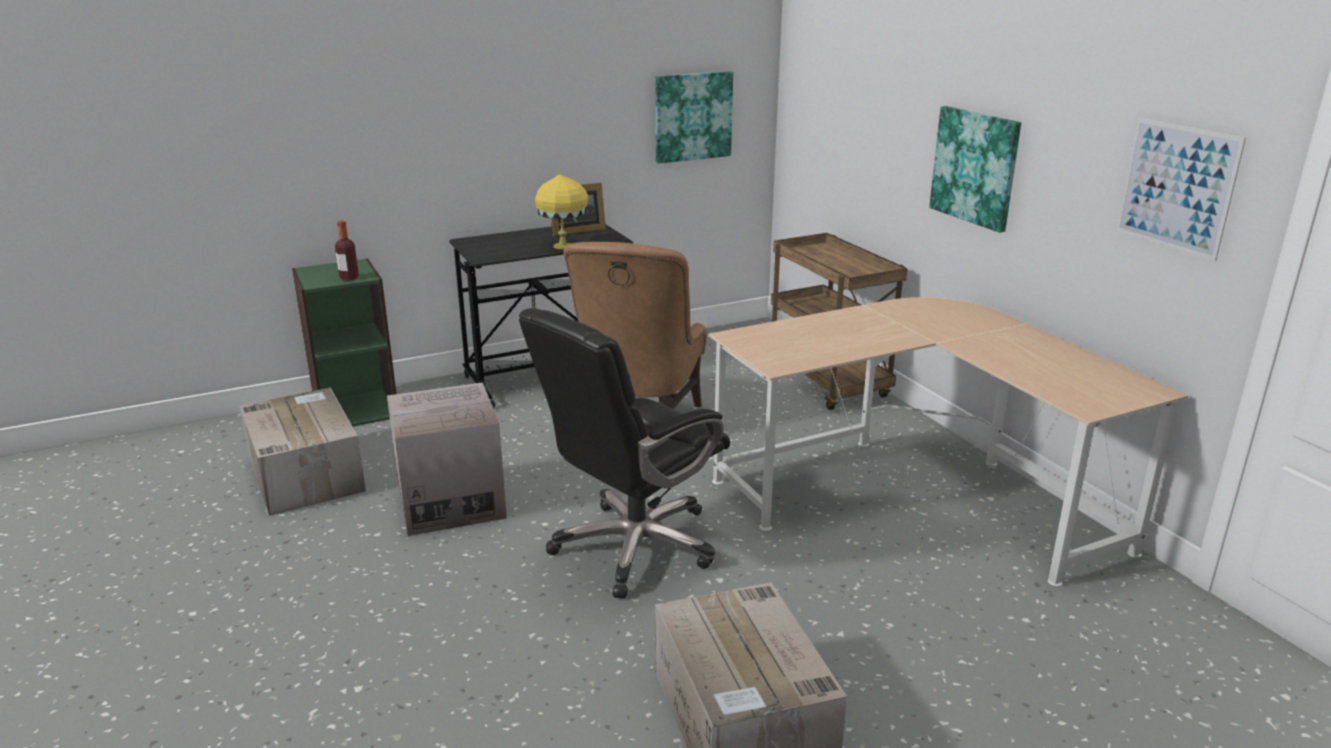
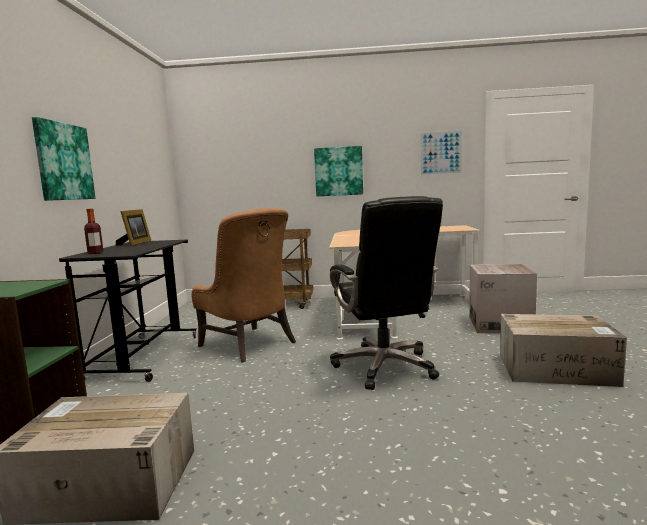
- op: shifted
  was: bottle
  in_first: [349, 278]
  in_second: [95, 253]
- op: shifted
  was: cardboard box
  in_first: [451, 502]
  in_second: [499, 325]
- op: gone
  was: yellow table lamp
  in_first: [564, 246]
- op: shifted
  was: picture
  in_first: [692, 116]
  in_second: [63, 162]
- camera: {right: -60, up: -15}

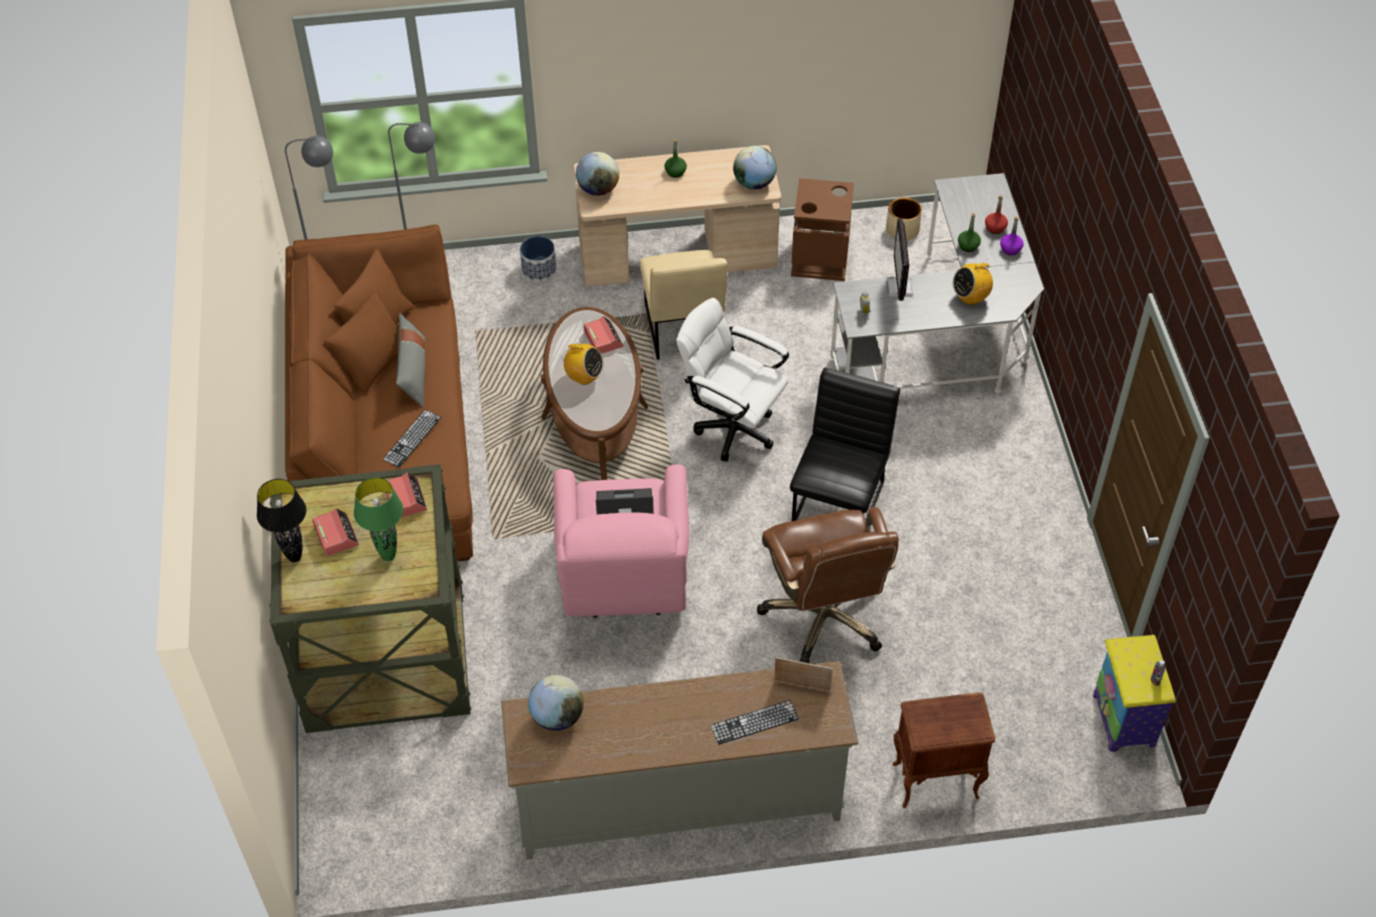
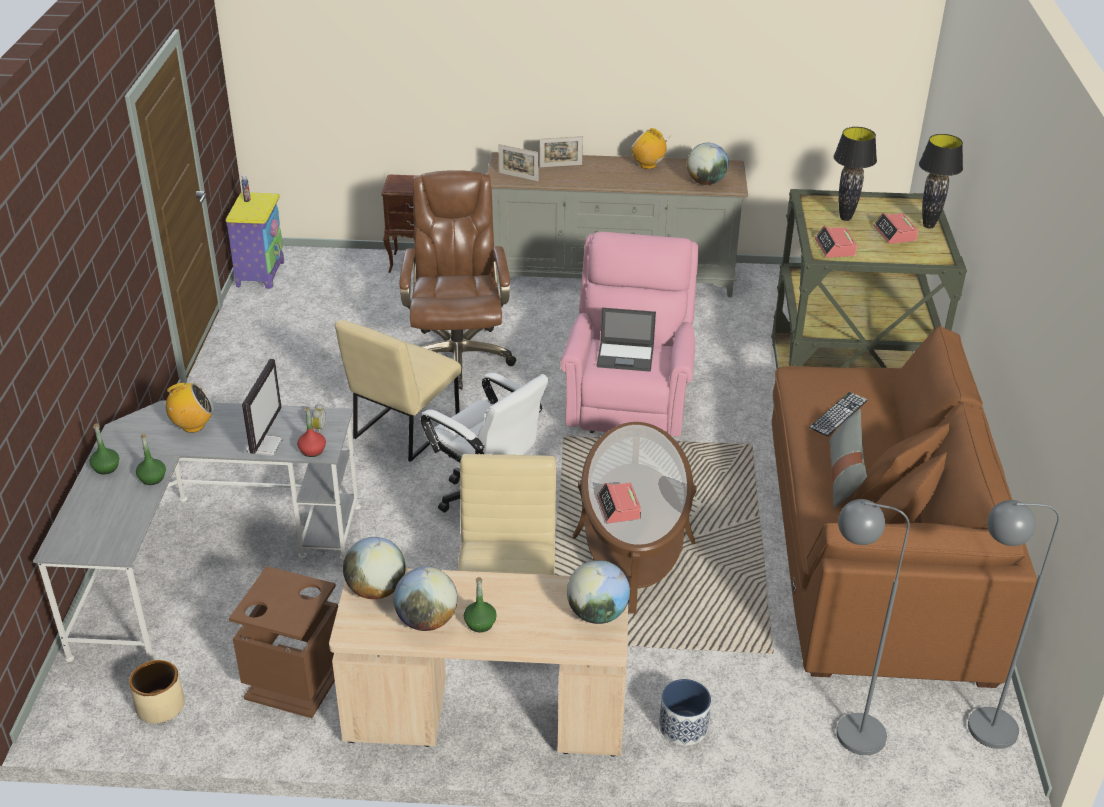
- op: repainted
  was: green table lamp
  now: black table lamp
  in_first: [389, 556]
  in_second: [845, 218]
- op: shifted
  was: radio
  in_first: [584, 377]
  in_second: [648, 165]
- op: swapped
  was: keyboard
  now: picture frame
  in_first: [754, 722]
  in_second: [560, 166]
- op: repainted
  was: black chair
  now: beige chair
  in_first: [839, 501]
  in_second: [404, 429]
- op: shifted
  was: red bottle
  in_first: [995, 228]
  in_second: [312, 450]
- op: repainted
  was: purple bottle
  now: green bottle
  in_first: [1010, 249]
  in_second: [106, 468]
- op: new
  now: globe
  in_second: [427, 620]
- camera: {right: -170, up: -15}

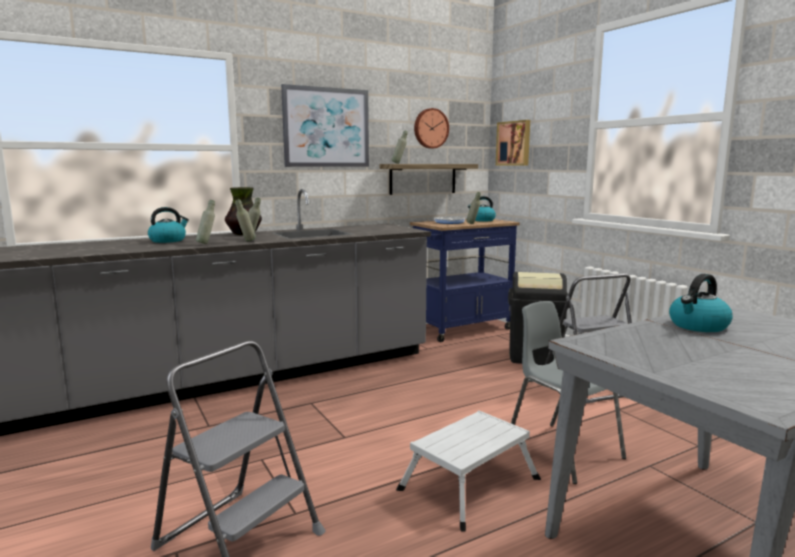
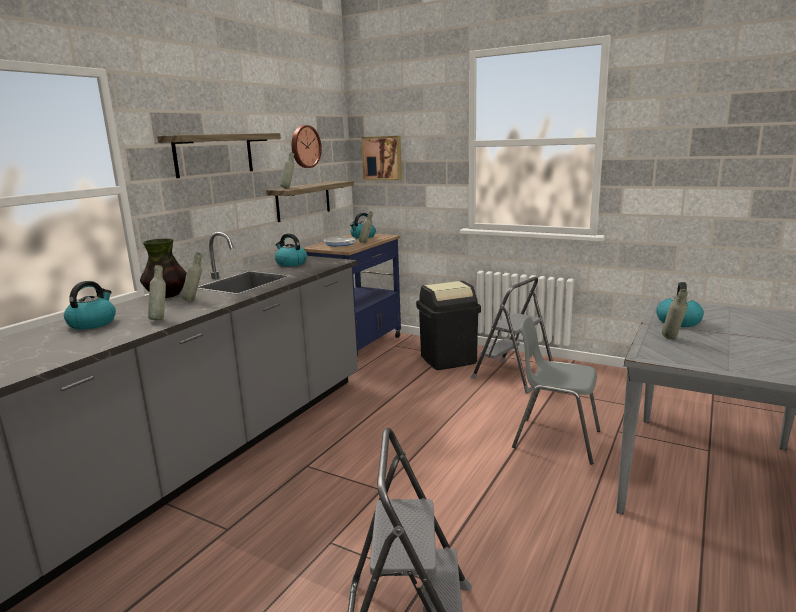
- op: shifted
  was: grey bottle
  in_first: [246, 241]
  in_second: [672, 339]
- op: swapped
  was: picture
  now: shelf
  in_first: [326, 127]
  in_second: [214, 154]
- op: gone
  was: white step ladder
  in_first: [470, 483]
- op: new
  now: kettle
  in_second: [291, 263]
- camera: {right: -30, up: 5}

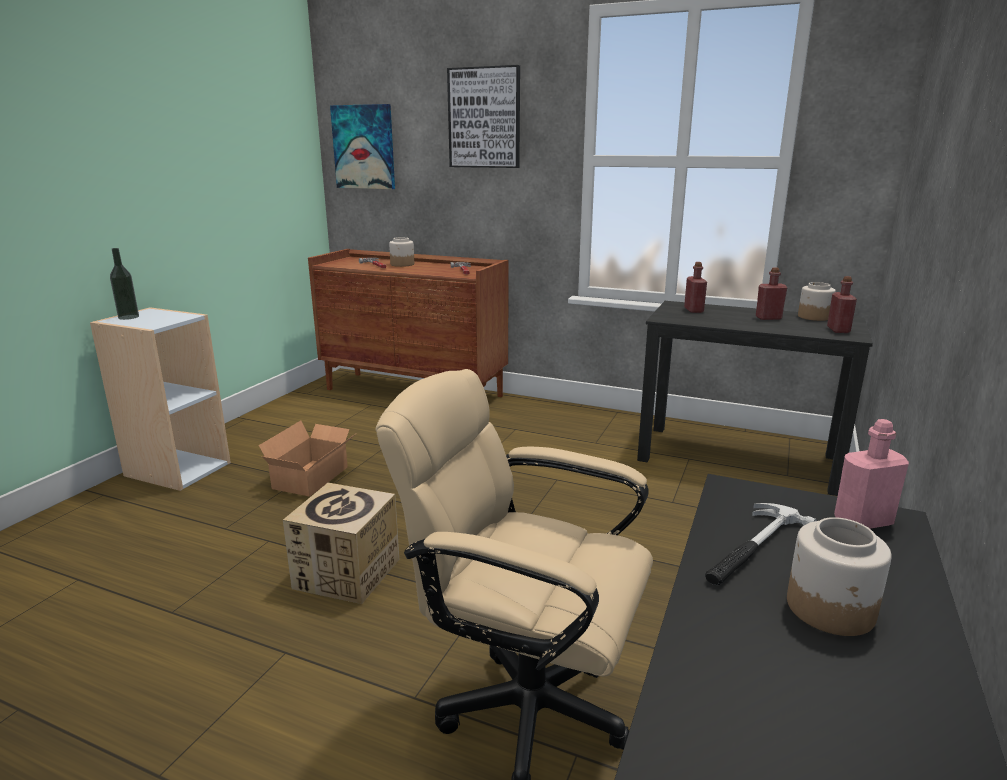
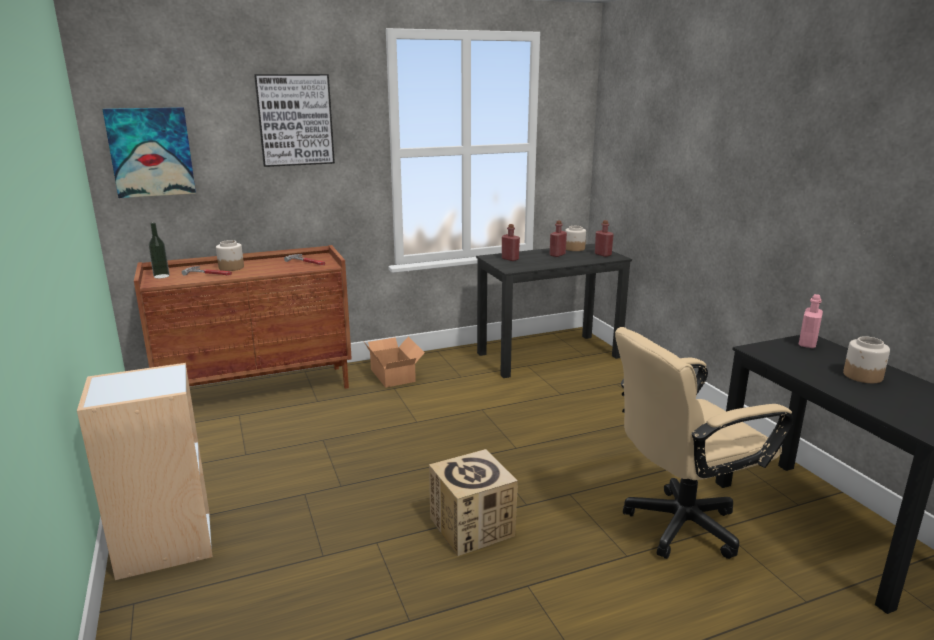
- op: shifted
  was: bottle
  in_first: [128, 317]
  in_second: [161, 276]
- op: shifted
  was: cardboard box
  in_first: [314, 477]
  in_second: [394, 374]
- op: gone
  was: hammer
  in_first: [752, 548]
- camera: {right: -45, up: 0}

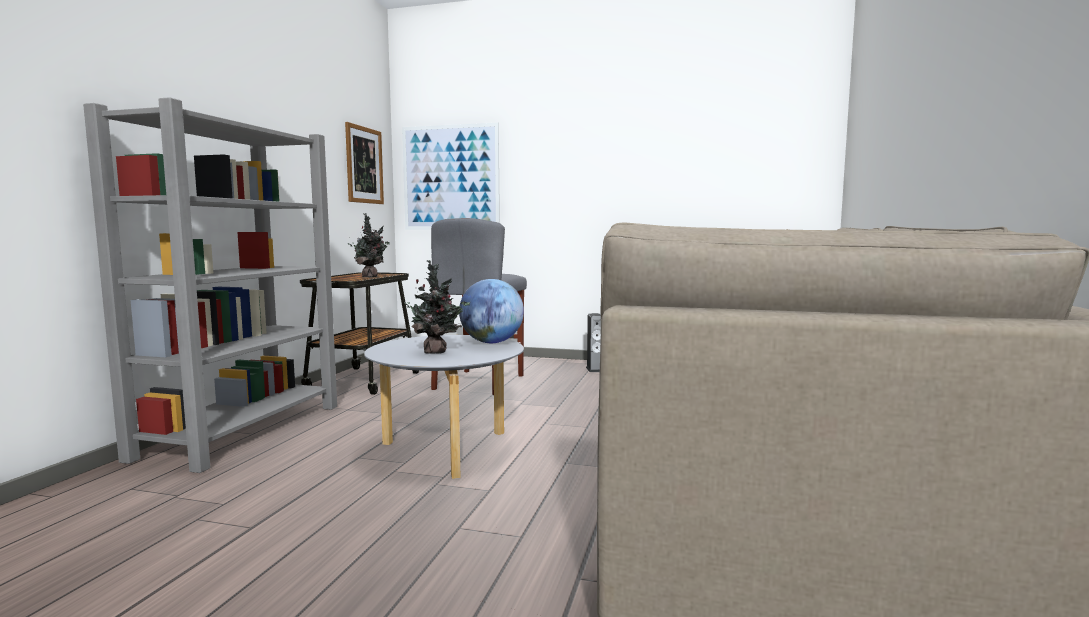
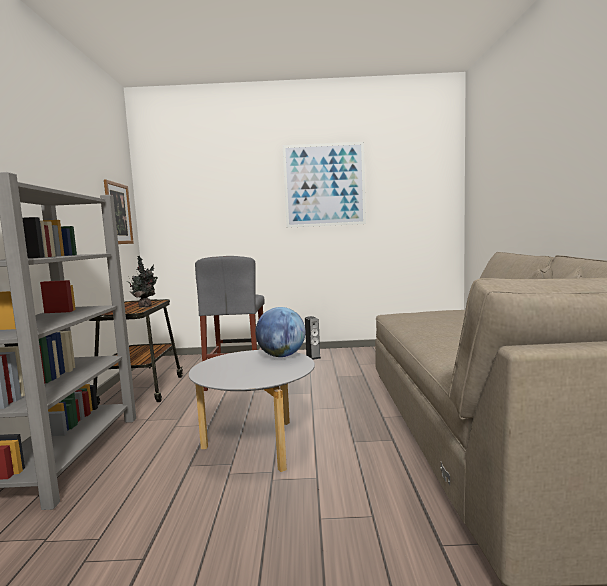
- op: gone
  was: potted plant
  in_first: [437, 352]
- op: shifted
  was: picture
  in_first: [450, 178]
  in_second: [324, 185]
- camera: {right: -15, up: 0}

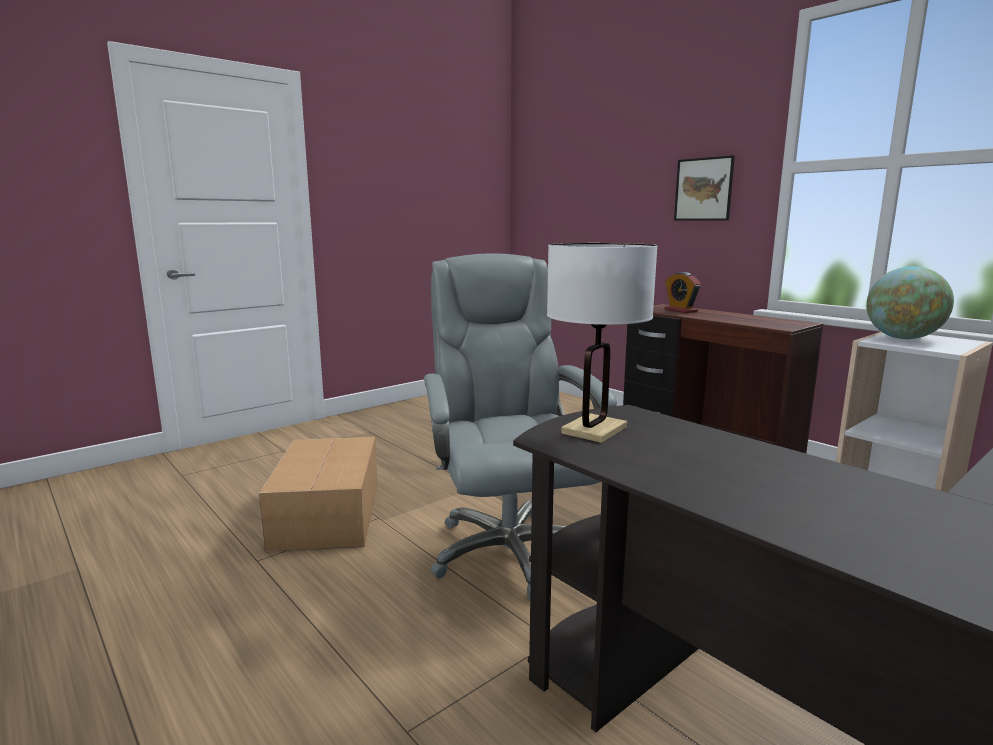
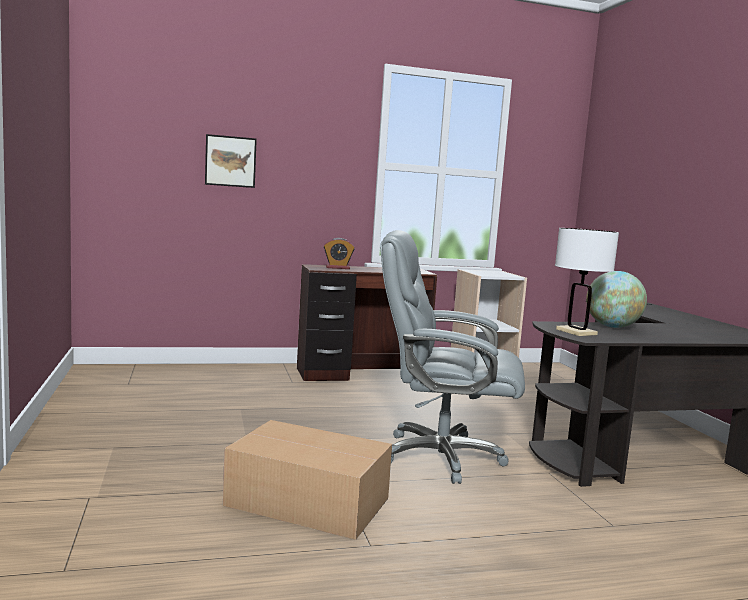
- op: shifted
  was: picture
  in_first: [703, 189]
  in_second: [230, 161]
- op: shifted
  was: globe
  in_first: [902, 338]
  in_second: [612, 327]
- camera: {right: -65, up: -5}

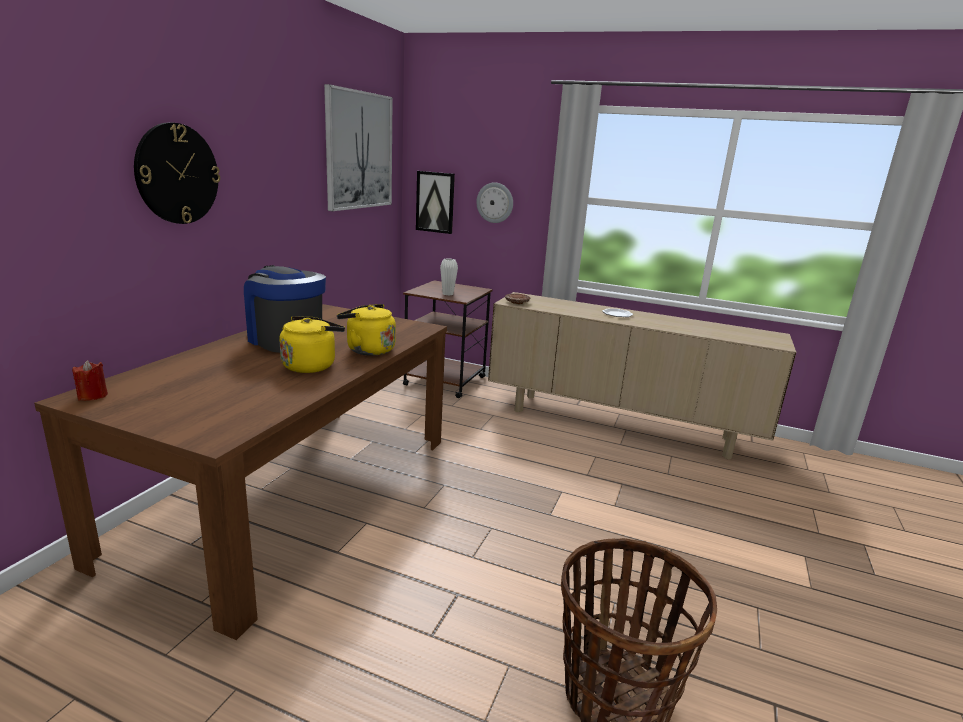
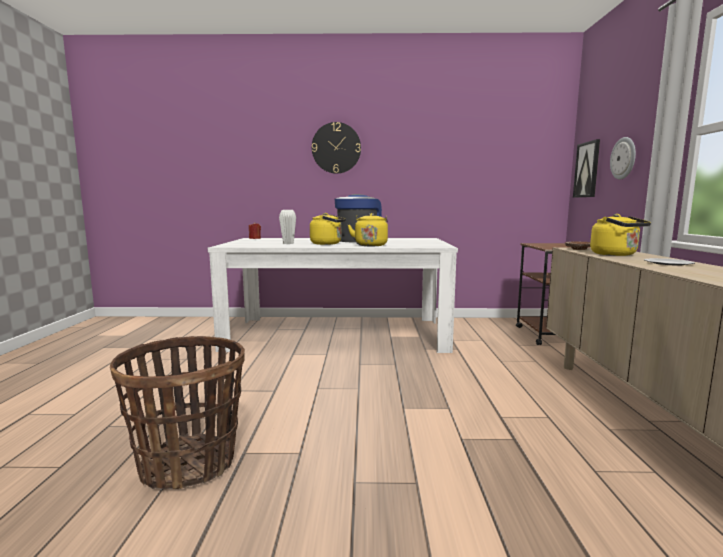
- op: repainted
  was: brown dining table
  now: white dining table
  in_first: [294, 493]
  in_second: [337, 334]
- op: gone
  was: picture
  in_first: [359, 151]
- op: shifted
  was: white vase
  in_first: [447, 294]
  in_second: [288, 243]
- op: new
  now: yellow kettle
  in_second: [616, 254]
- camera: {right: 70, up: -10}

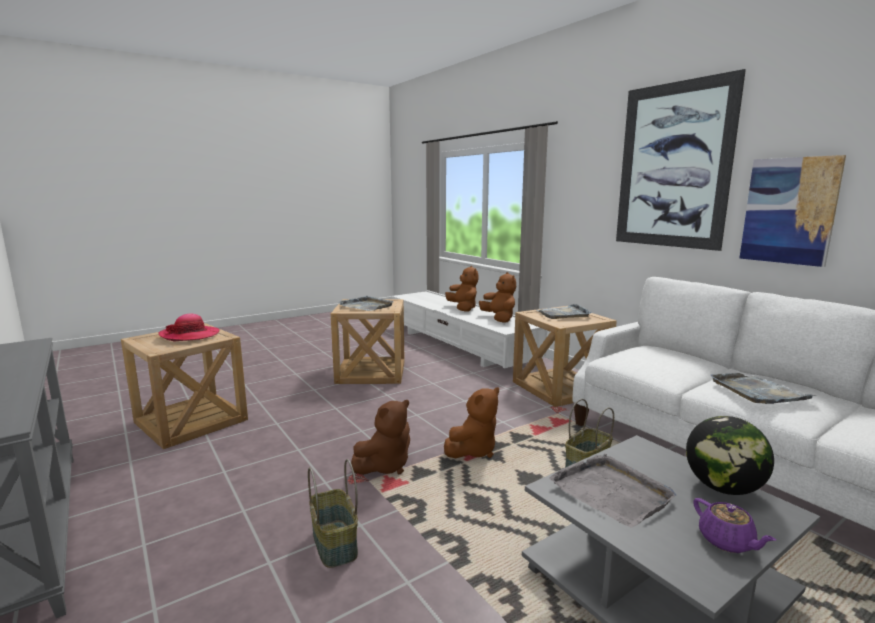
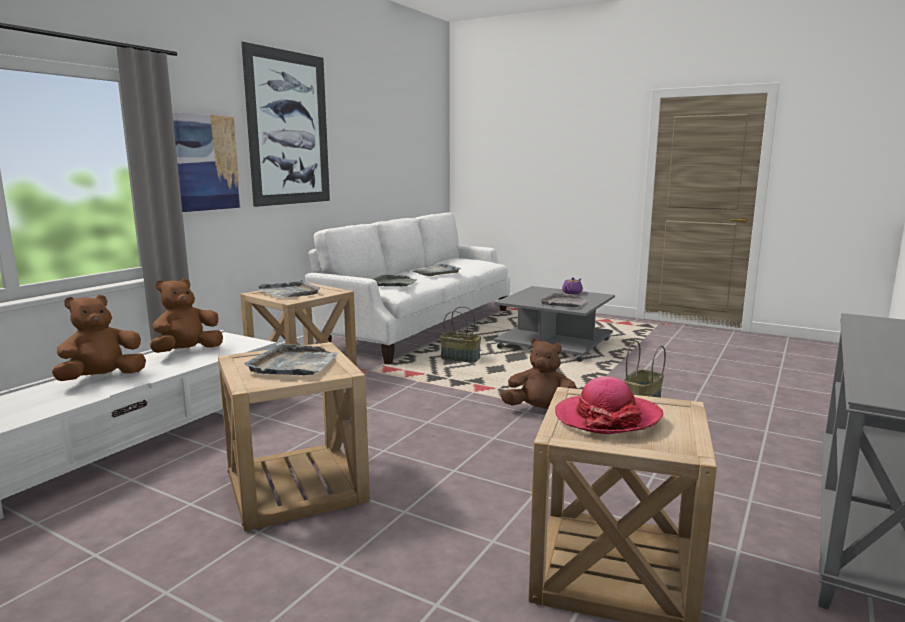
- op: gone
  was: brown plush toy
  in_first: [473, 450]
- op: gone
  was: globe
  in_first: [723, 488]
- op: shifted
  was: picture
  in_first: [789, 211]
  in_second: [207, 163]
- op: new
  now: grey tray
  in_second: [394, 283]
- camera: {right: -115, up: 0}

